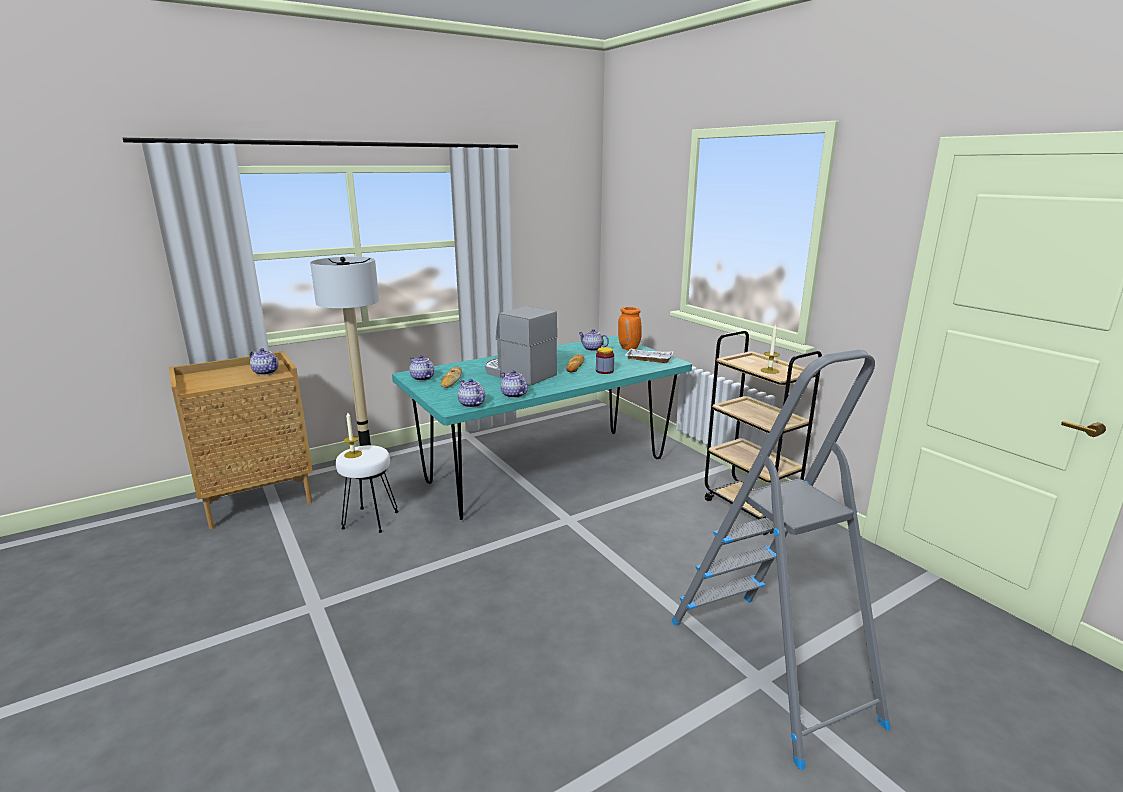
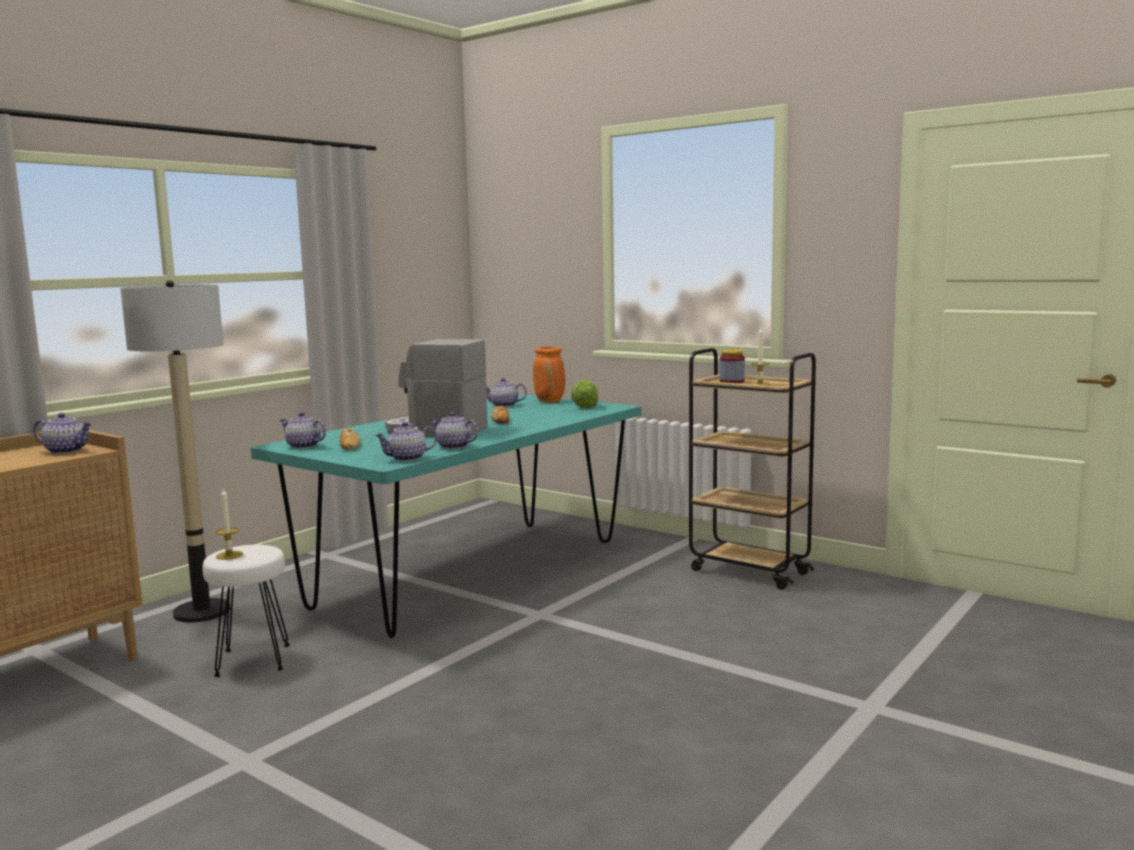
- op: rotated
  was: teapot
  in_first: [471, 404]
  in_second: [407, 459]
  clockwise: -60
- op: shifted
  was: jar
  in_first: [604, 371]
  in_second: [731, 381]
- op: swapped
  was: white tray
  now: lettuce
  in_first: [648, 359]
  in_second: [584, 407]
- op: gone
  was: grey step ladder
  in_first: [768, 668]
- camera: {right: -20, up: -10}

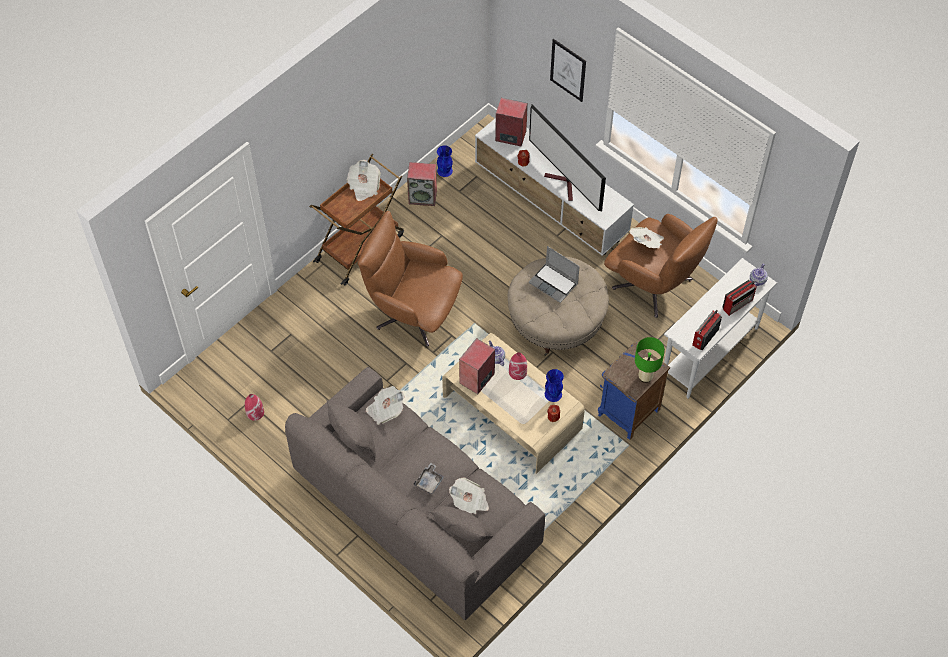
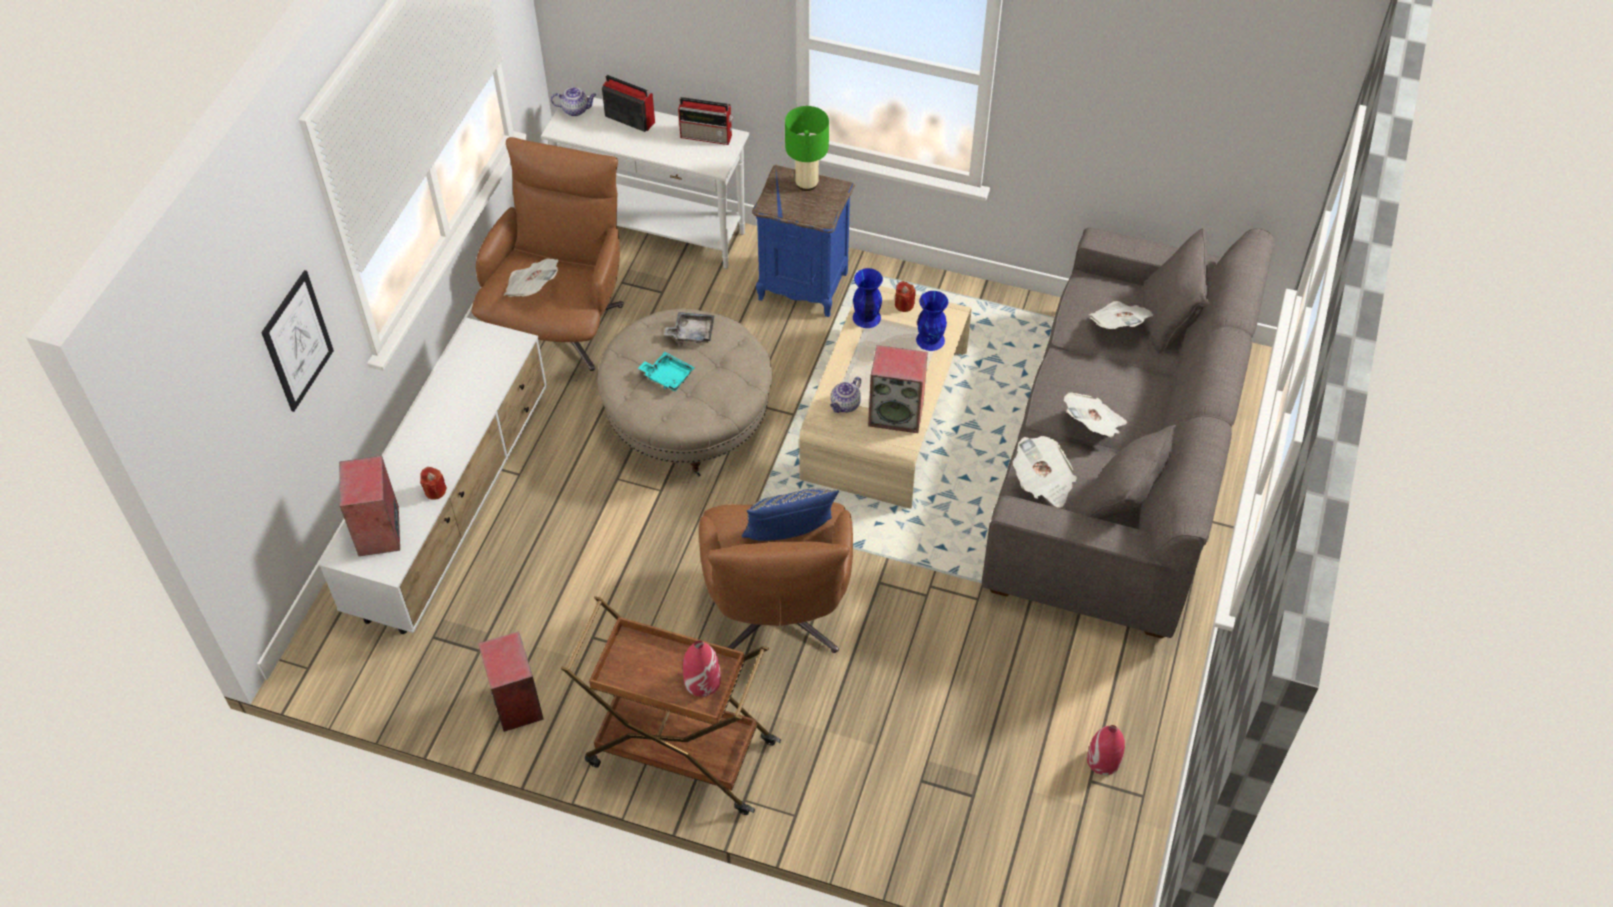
- op: shifted
  was: newspaper
  in_first: [364, 186]
  in_second: [1093, 425]
- op: shifted
  was: grey tray
  in_first: [429, 482]
  in_second: [692, 332]
- op: shifted
  was: blue vase
  in_first: [445, 171]
  in_second: [930, 339]
- op: shifted
  was: red vase
  in_first: [518, 372]
  in_second: [702, 680]
- op: gone
  was: television
  in_first: [564, 184]
- op: swapped
  was: laptop
  now: turquoise tray
  in_first: [554, 283]
  in_second: [668, 376]
- op: new
  now: blue pillow
  in_second: [789, 537]
- camera: {right: -115, up: -5}

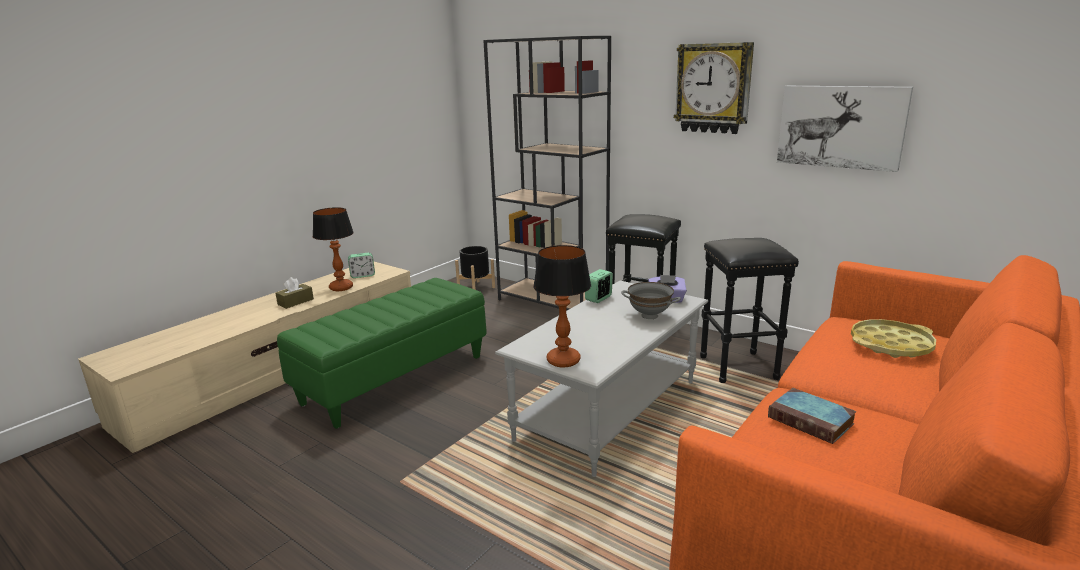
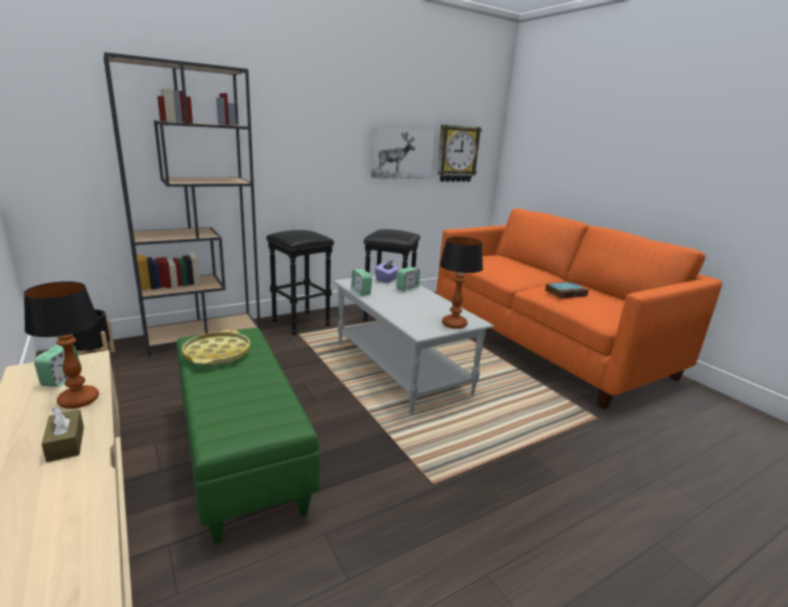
- op: swapped
  was: grey bowl
  now: alarm clock
  in_first: [650, 315]
  in_second: [407, 289]
- op: shifted
  was: wall clock
  in_first: [713, 88]
  in_second: [457, 154]
- op: shifted
  was: yellow tray
  in_first: [891, 345]
  in_second: [217, 354]
- camera: {right: -70, up: 0}

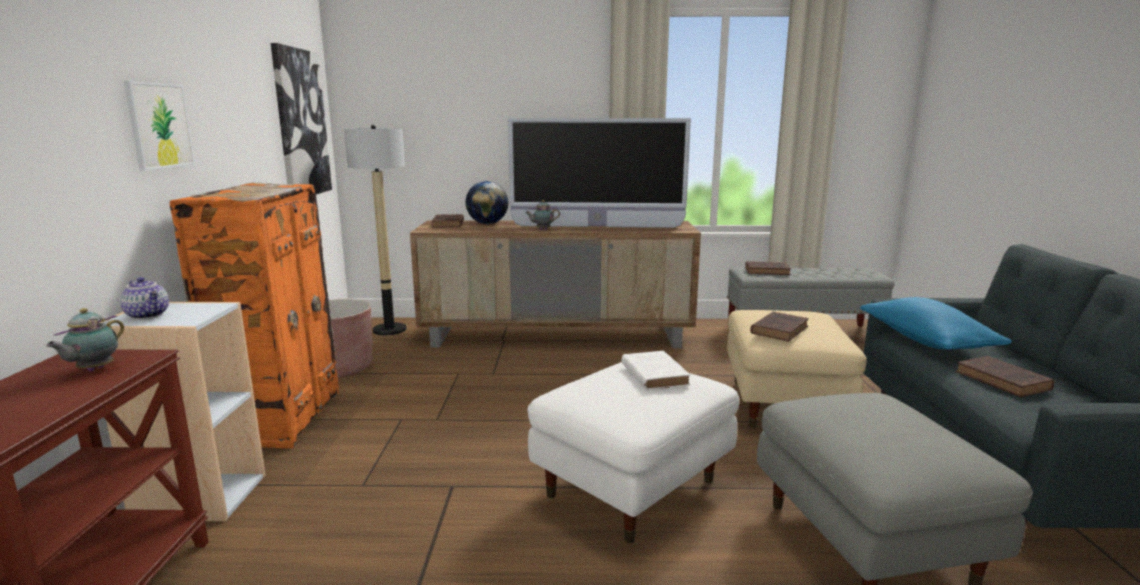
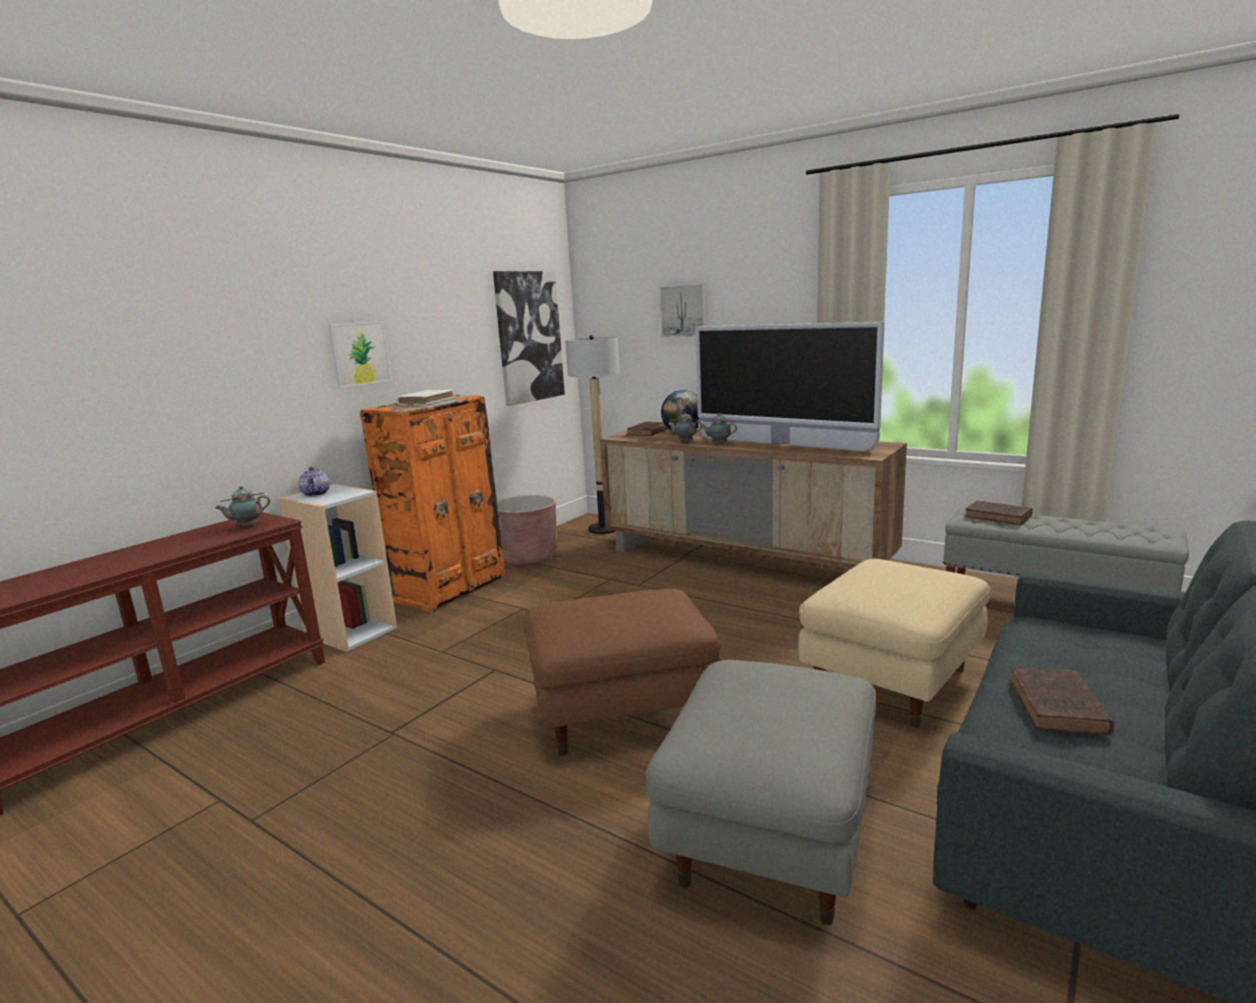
- op: repainted
  was: white ottoman
  now: brown ottoman
  in_first: [633, 488]
  in_second: [623, 714]
- op: shifted
  was: white book
  in_first: [653, 374]
  in_second: [427, 401]
- op: gone
  was: brown book
  in_first: [780, 329]
- op: gone
  was: blue pillow
  in_first: [926, 341]
- op: new
  now: picture
  in_second: [684, 311]
- op: new
  now: teapot
  in_second: [684, 442]
- camera: {right: 35, up: 0}

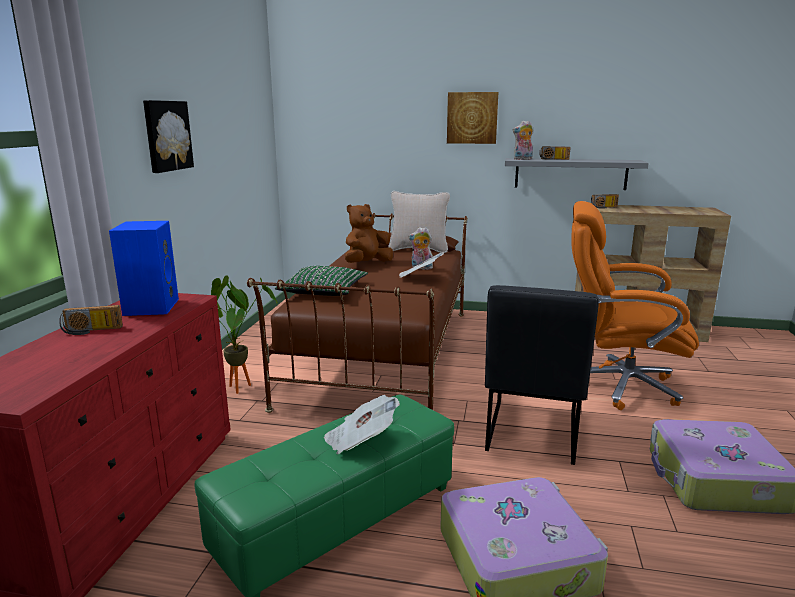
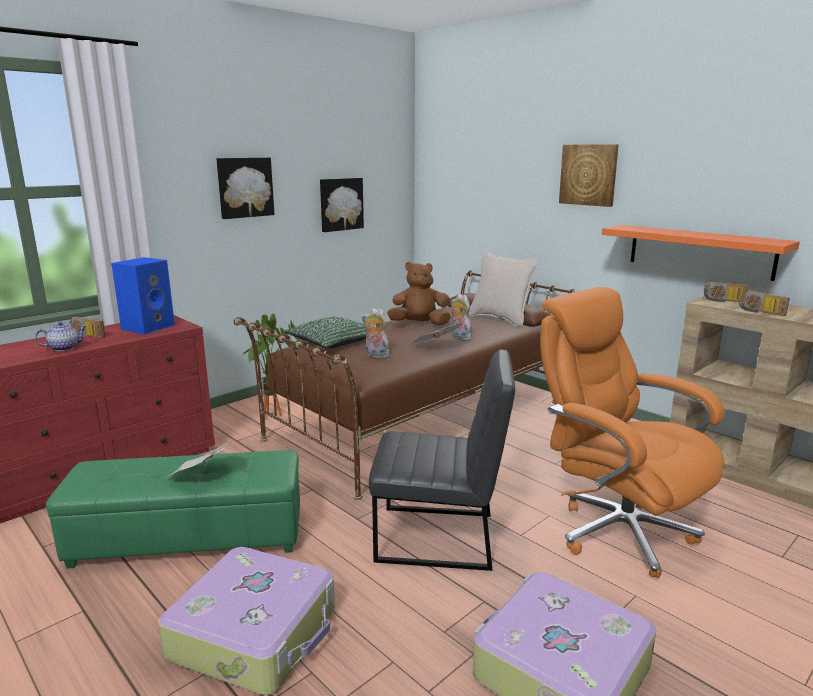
- op: rotated
  was: grey chair
  in_first: [531, 432]
  in_second: [439, 538]
  clockwise: -135
- op: repainted
  was: grey shelf
  now: orange shelf
  in_first: [570, 174]
  in_second: [700, 251]
- op: shifted
  was: plush toy
  in_first: [522, 159]
  in_second: [375, 356]
- op: shifted
  was: radio
  in_first: [553, 159]
  in_second: [760, 312]
- op: new
  now: teapot
  in_second: [64, 348]
- op: new
  now: picture
  in_second: [340, 204]
- camera: {right: 35, up: 0}

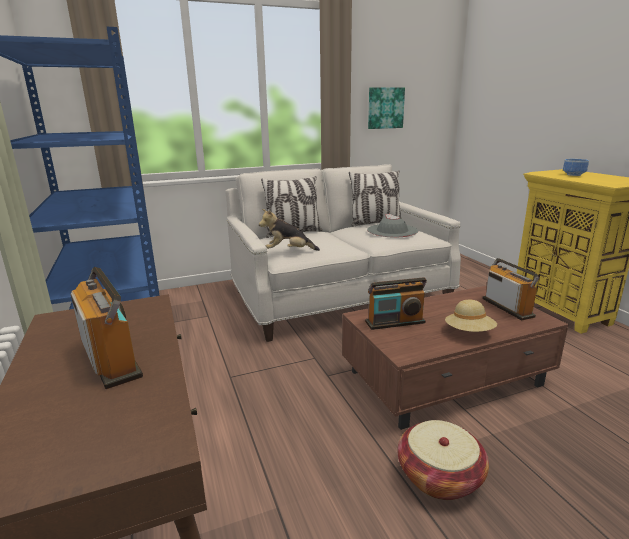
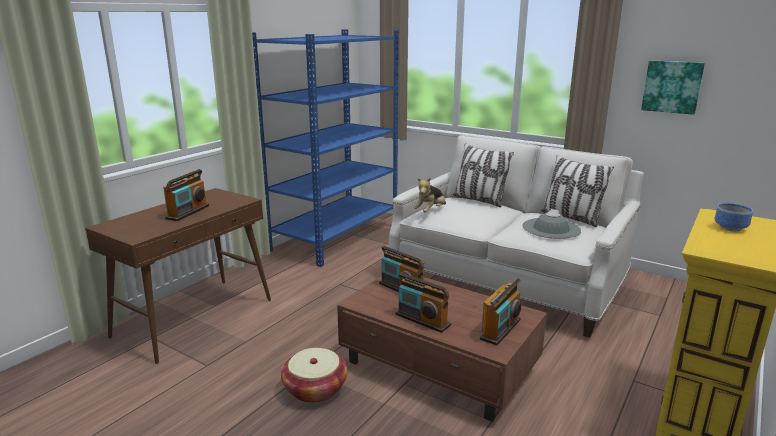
- op: rotated
  was: plush toy
  in_first: [288, 251]
  in_second: [430, 211]
  clockwise: -105
- op: swapped
  was: beige hat
  now: radio
  in_first: [469, 332]
  in_second: [422, 320]
- camera: {right: 55, up: 0}

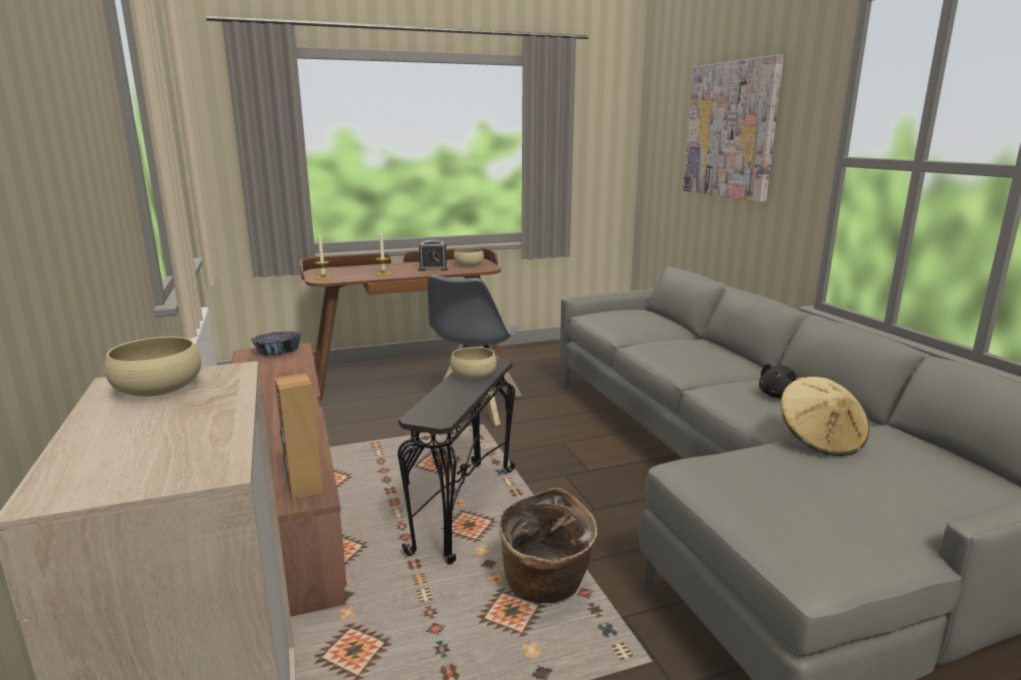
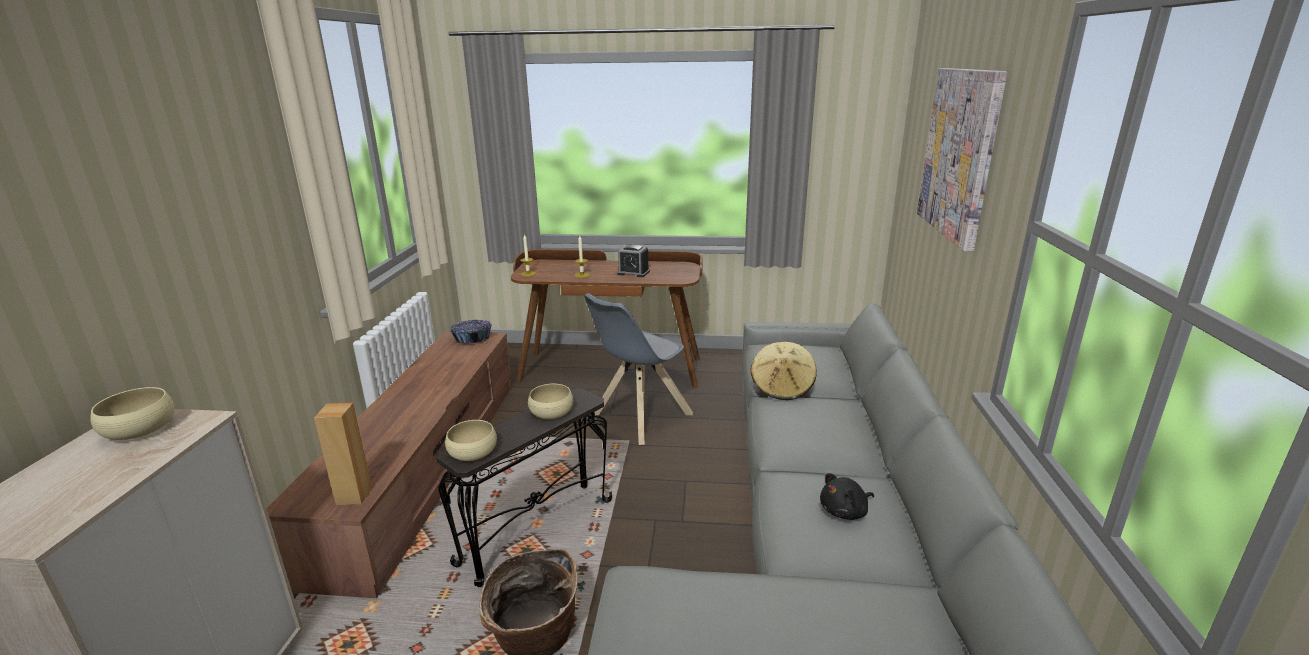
- op: shifted
  was: beige bowl
  in_first: [468, 265]
  in_second: [472, 452]
- op: shifted
  was: beige hat
  in_first: [820, 440]
  in_second: [782, 388]
- camera: {right: 25, up: 5}

